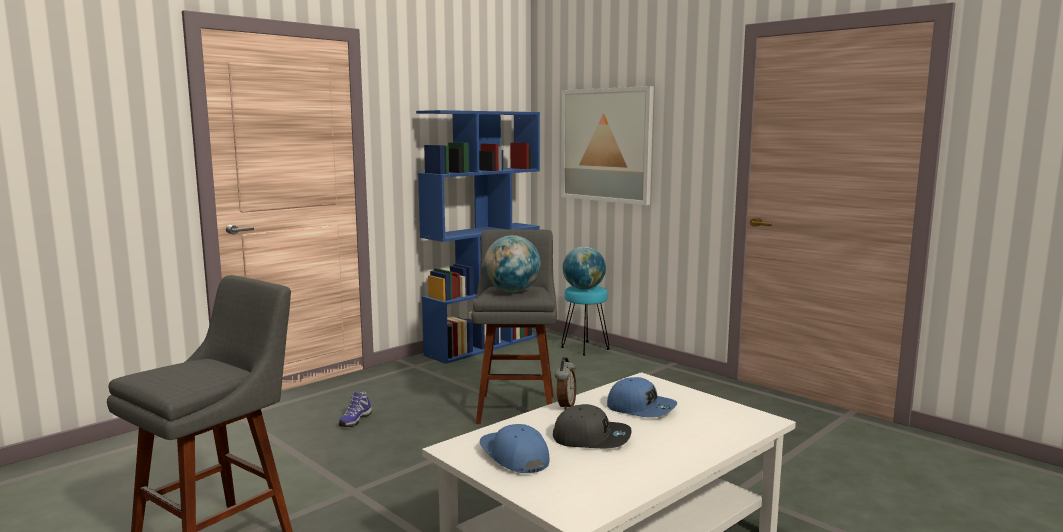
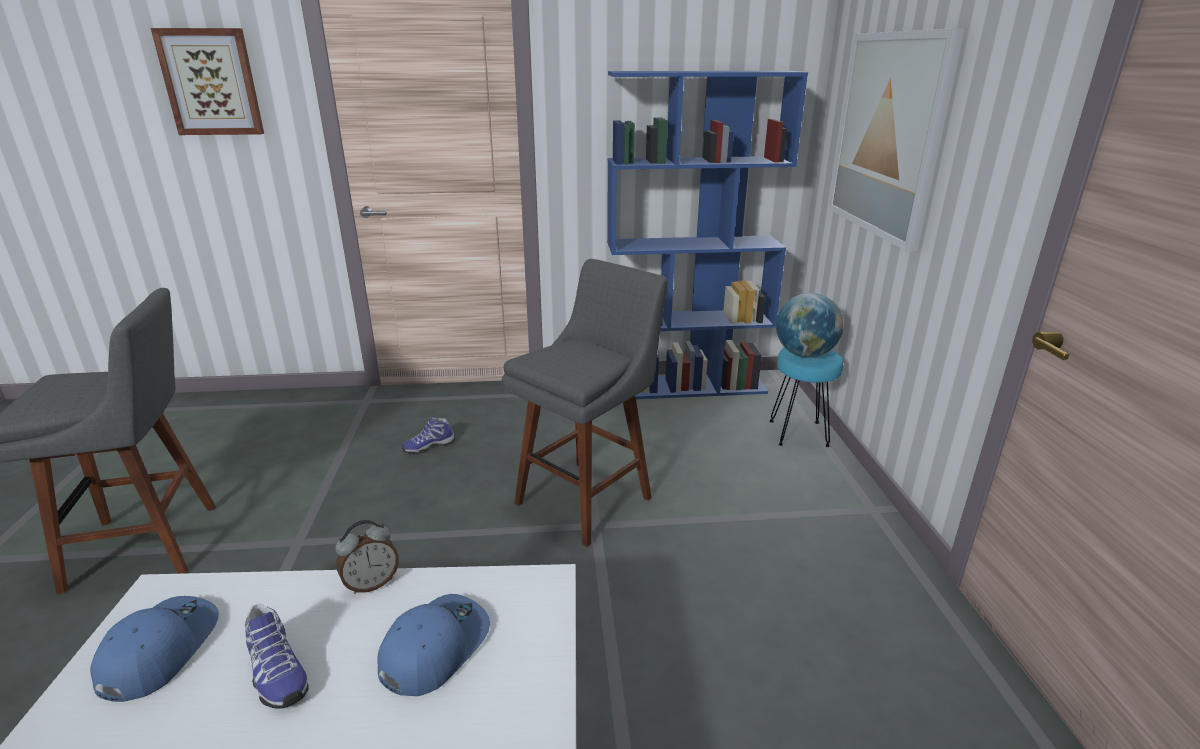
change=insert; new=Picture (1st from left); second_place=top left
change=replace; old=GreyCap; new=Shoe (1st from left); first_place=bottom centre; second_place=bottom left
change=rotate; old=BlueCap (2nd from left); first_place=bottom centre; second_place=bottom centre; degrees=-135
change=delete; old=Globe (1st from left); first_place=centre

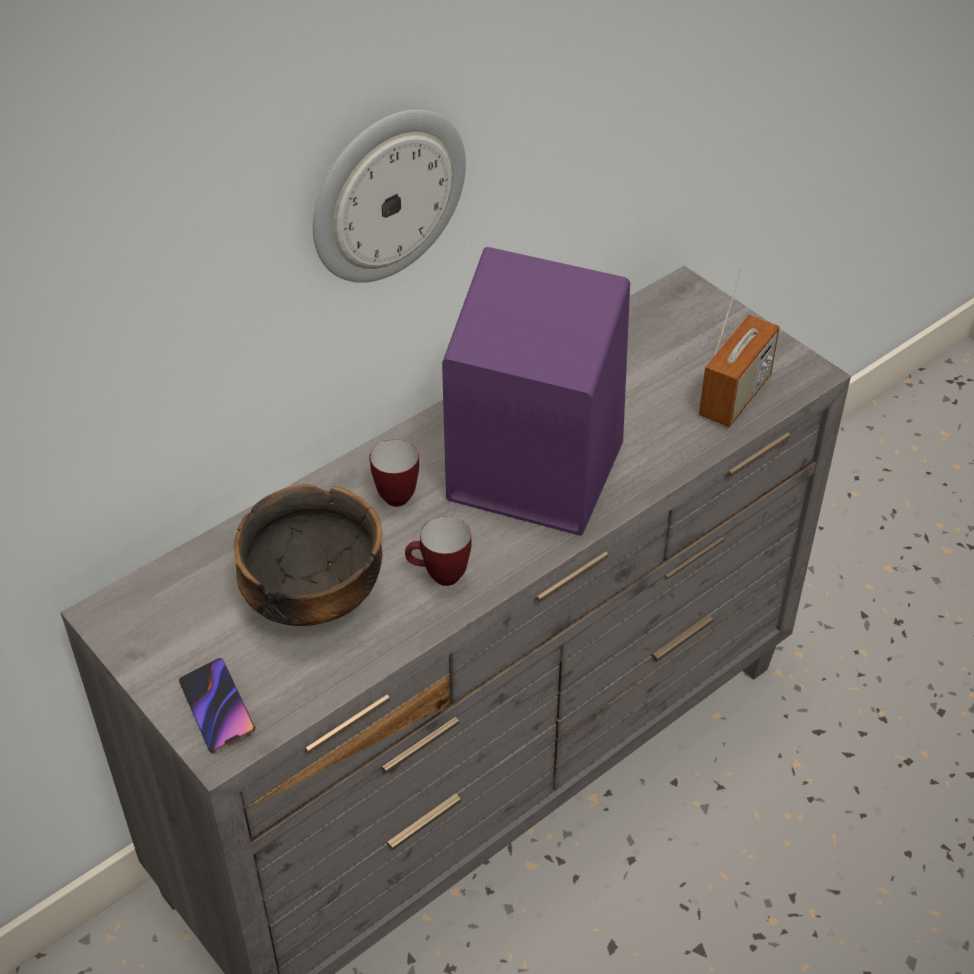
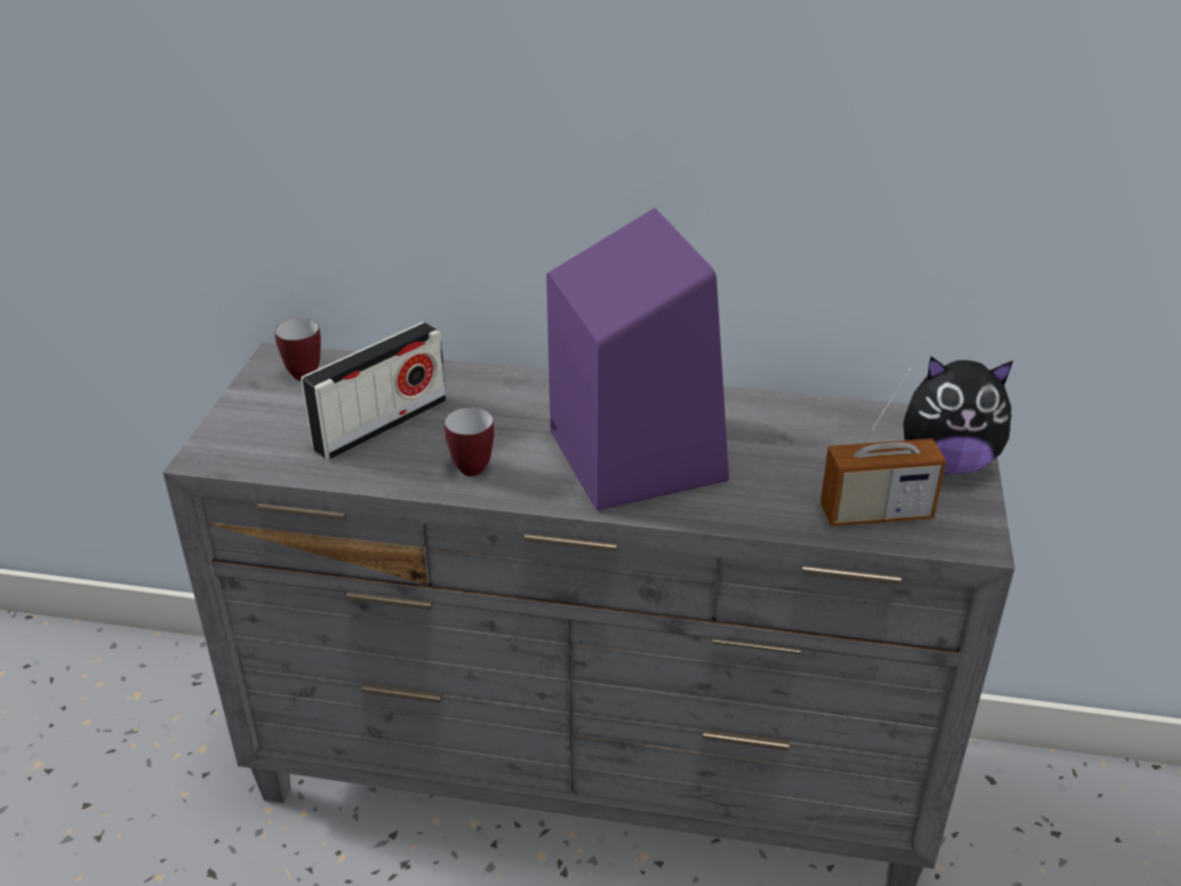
change=move; old=Mug (1st from left); first_place=centre; second_place=middle left
change=replace; old=Bowl; new=Radio (1st from left); first_place=middle left; second_place=middle left
change=insert; new=PlushToy; second_place=middle right
change=delete; old=Phone; first_place=bottom left
change=delete; old=WallClock; first_place=top centre

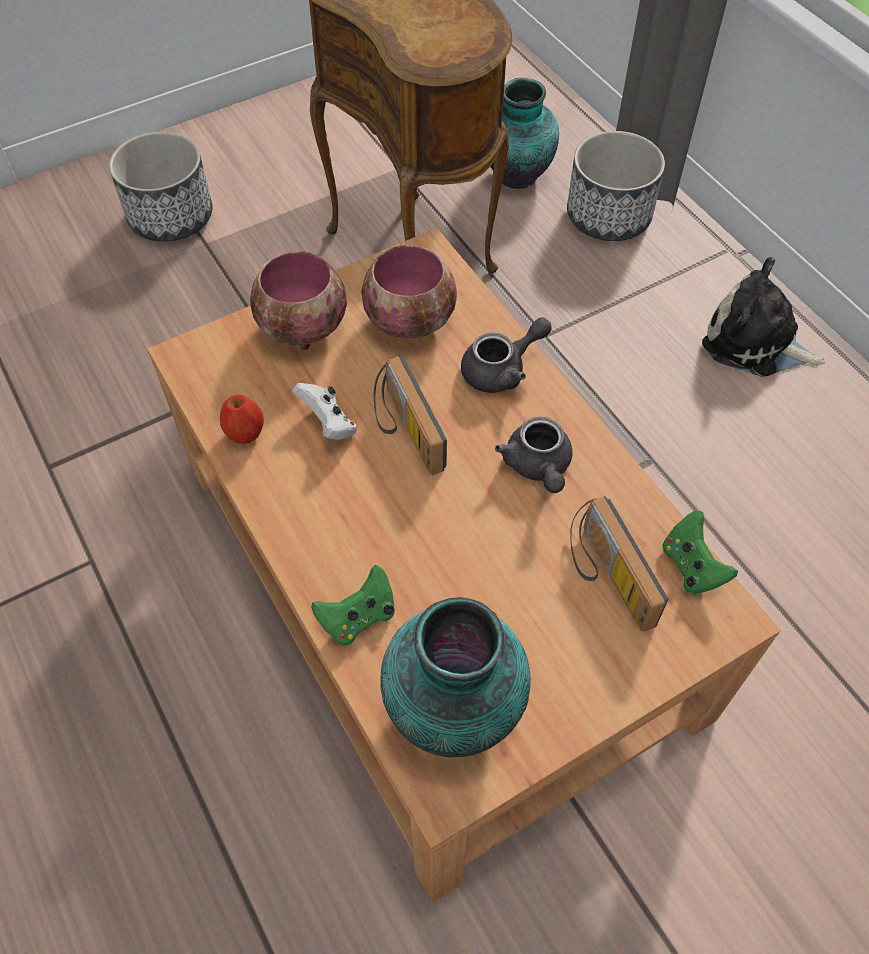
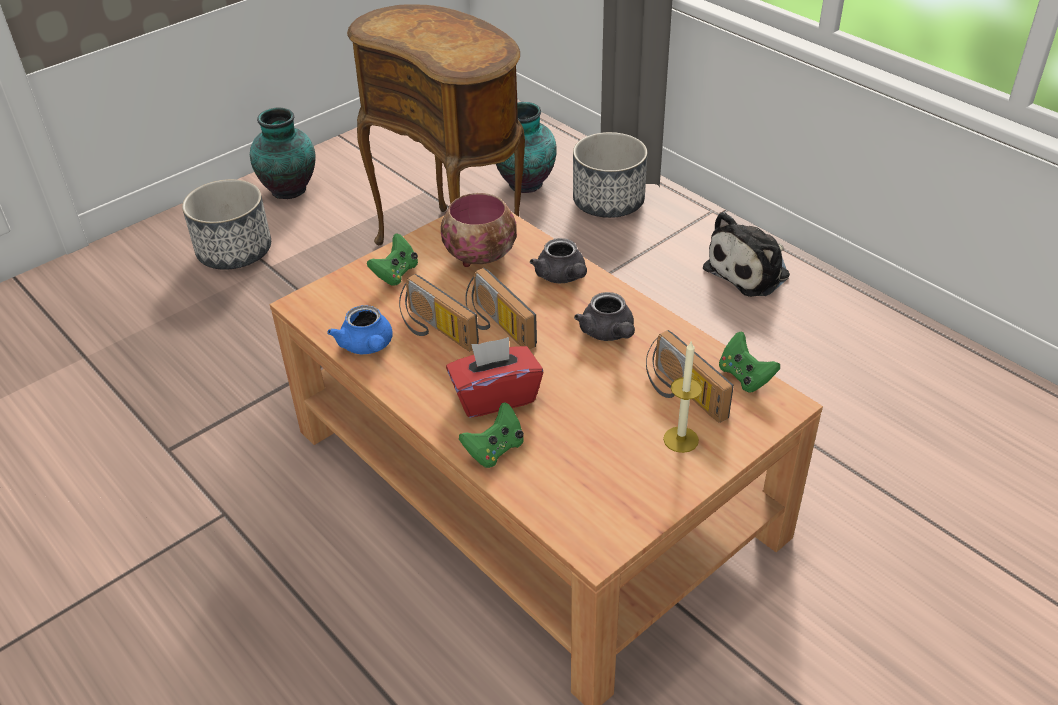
change=move; old=Vase (1st from left); first_place=bottom centre; second_place=top left
change=replace; old=Apple; new=BlueTeapot; first_place=middle left; second_place=centre
change=replace; old=Bowl (1st from left); new=GreenGameController (1st from left); first_place=top centre; second_place=centre
change=replace; old=WhiteGameController; new=Radio (1st from left); first_place=centre; second_place=centre
change=insert; new=RedTissueBox; second_place=centre
change=rotate; old=GreyTeapot (1st from left); first_place=centre; second_place=centre; degrees=105
change=insert; new=Candle; second_place=centre
change=rotate; old=PlushToy; first_place=top right; second_place=middle right; degrees=-60

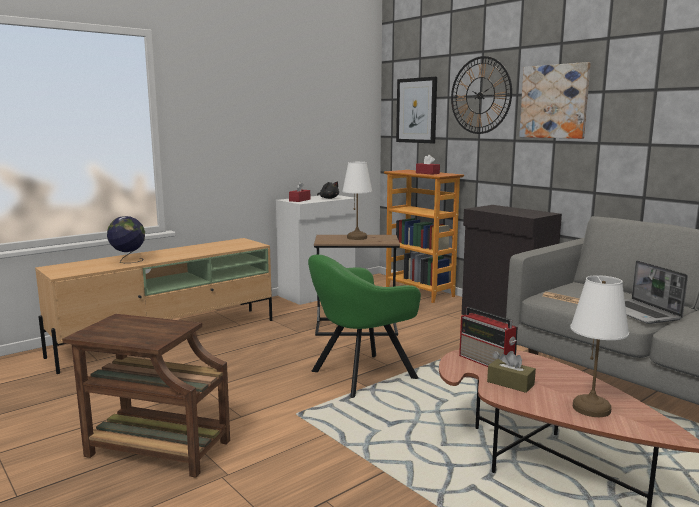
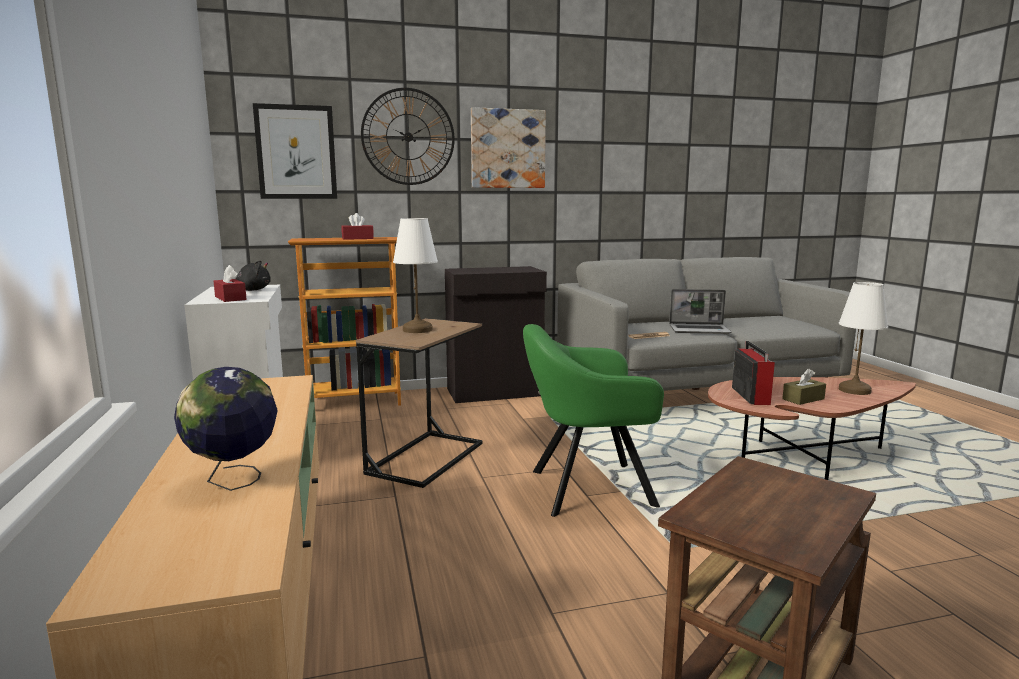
change=rotate; old=GreenArmchair; first_place=centre; second_place=centre; degrees=90
change=rotate; old=Radio; first_place=middle right; second_place=middle right; degrees=-75

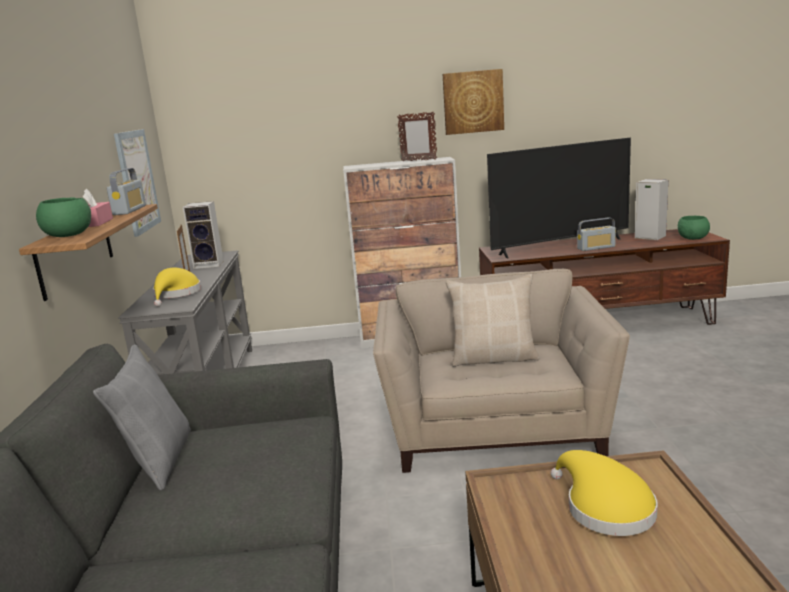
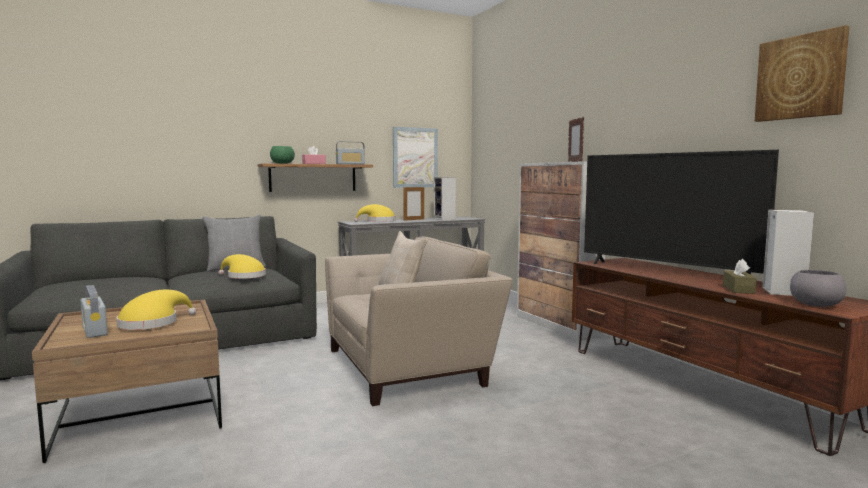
change=move; old=Radio (2nd from left in the first image); new=Radio (1st from left); first_place=middle right; second_place=middle left
change=insert; new=YellowHat (2nd from left); second_place=middle left
change=insert; new=BrownTissueBox; second_place=middle right
change=move; old=Picture (2nd from left); first_place=top centre; second_place=top right
change=recolor; old=GreenBowl (2nd from left); new=GreyBowl; first_place=middle right; second_place=middle right

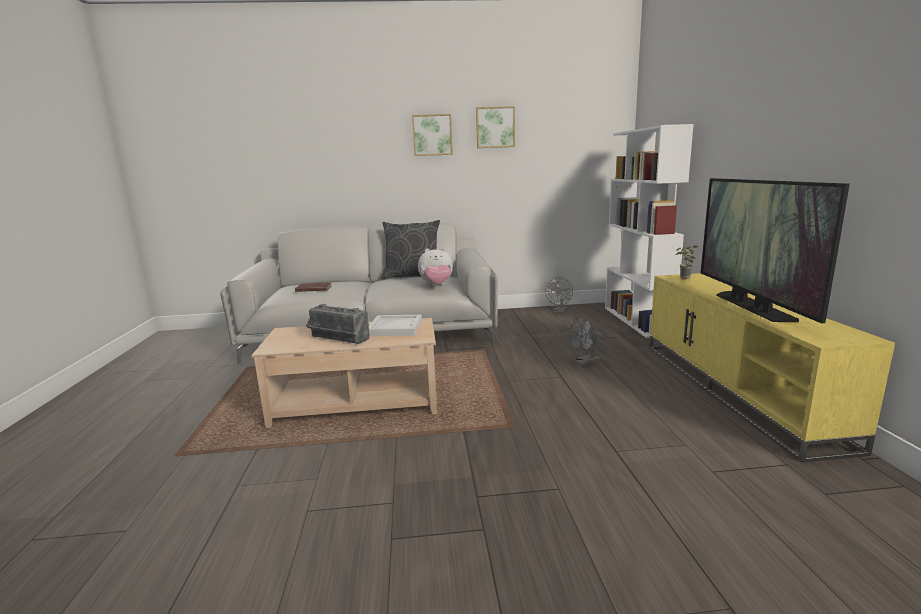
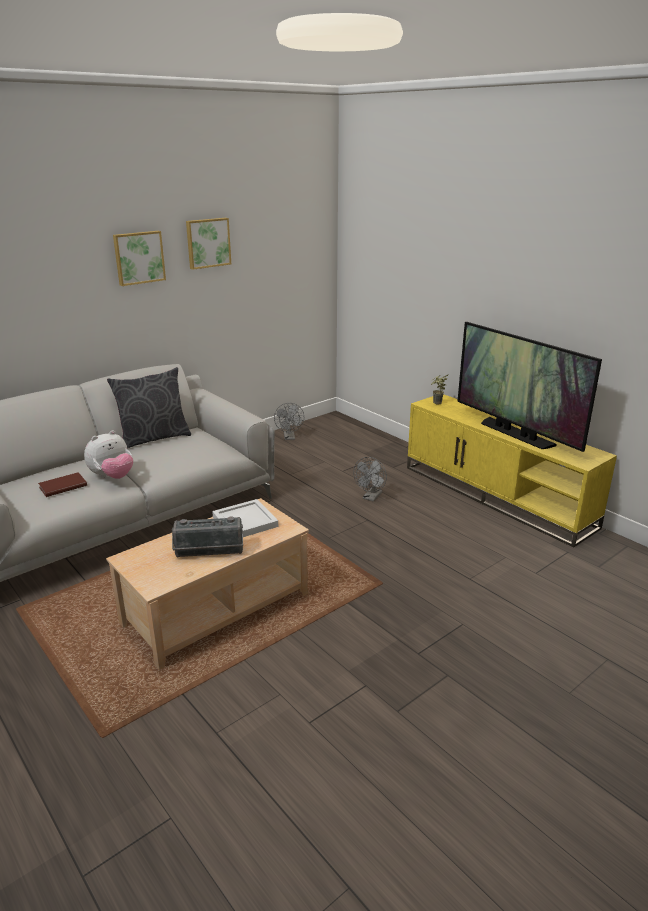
change=move; old=PlushToy; first_place=centre; second_place=middle left
change=delete; old=WhiteBookcase; first_place=middle right

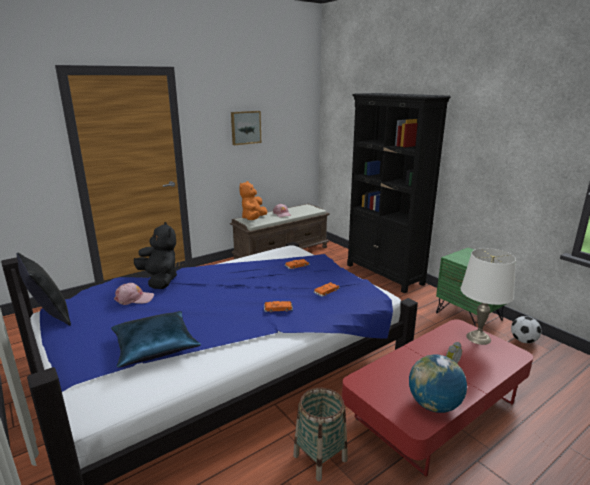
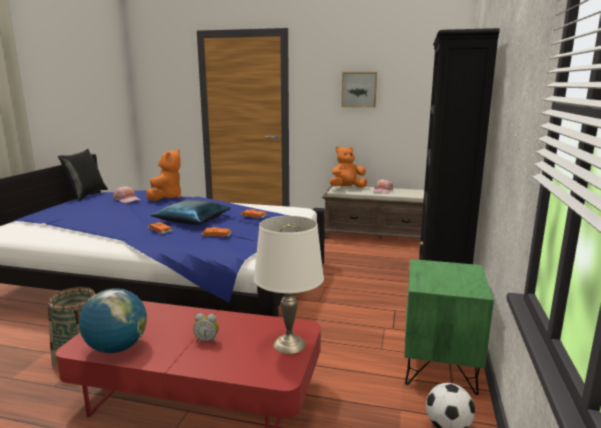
change=recolor; old=BlackPlushToy; new=OrangePlushToy (1st from left); first_place=middle left; second_place=middle left
change=move; old=BluePillow; first_place=bottom left; second_place=middle left

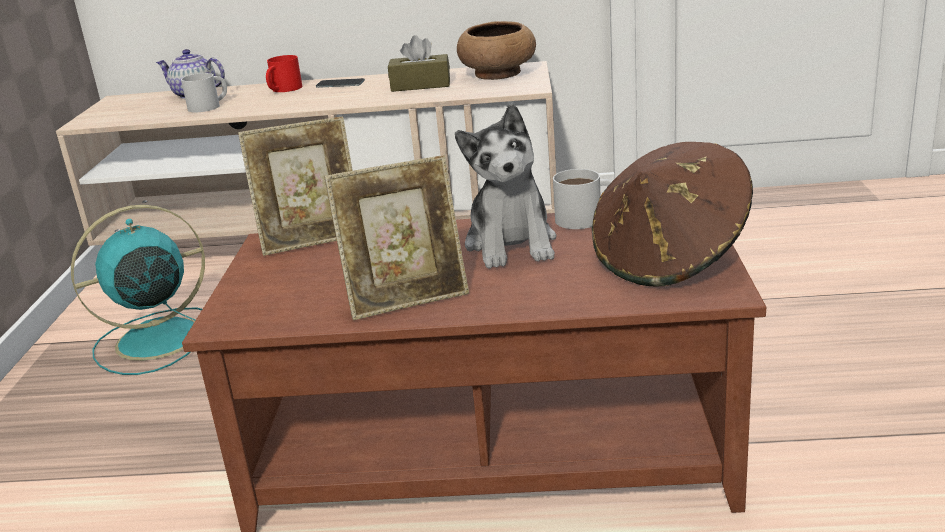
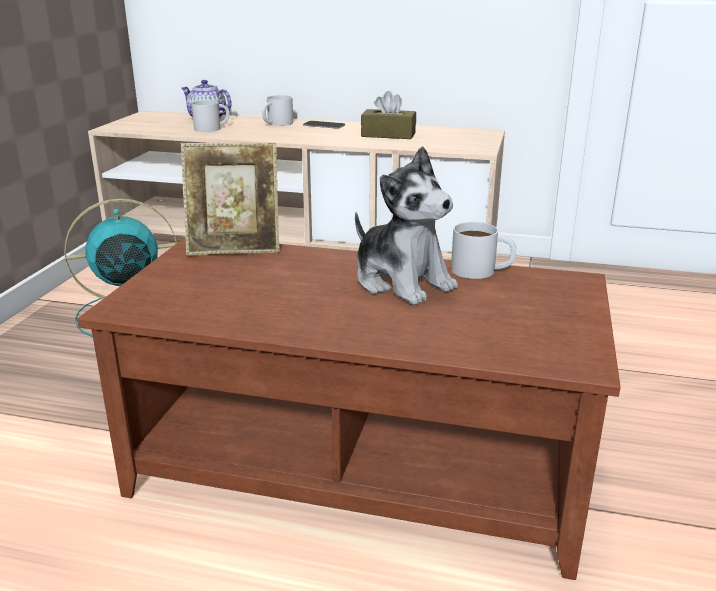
change=recolor; old=RedMug; new=WhiteMug (2nd from left); first_place=top left; second_place=top centre
change=rotate; old=PlushToy; first_place=centre; second_place=centre; degrees=-45
change=delete; old=PictureFrame (2nd from left); first_place=centre
change=delete; old=BrownBowl; first_place=top centre
change=delete; old=BrownHat; first_place=middle right

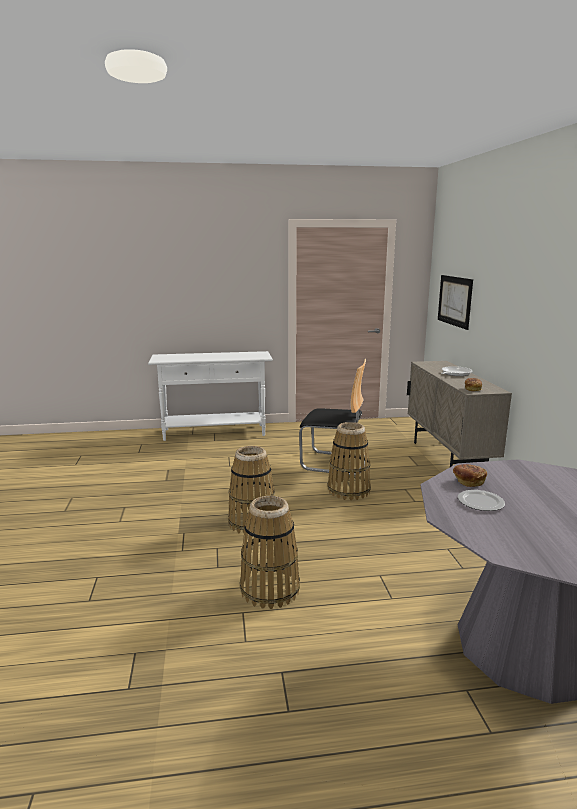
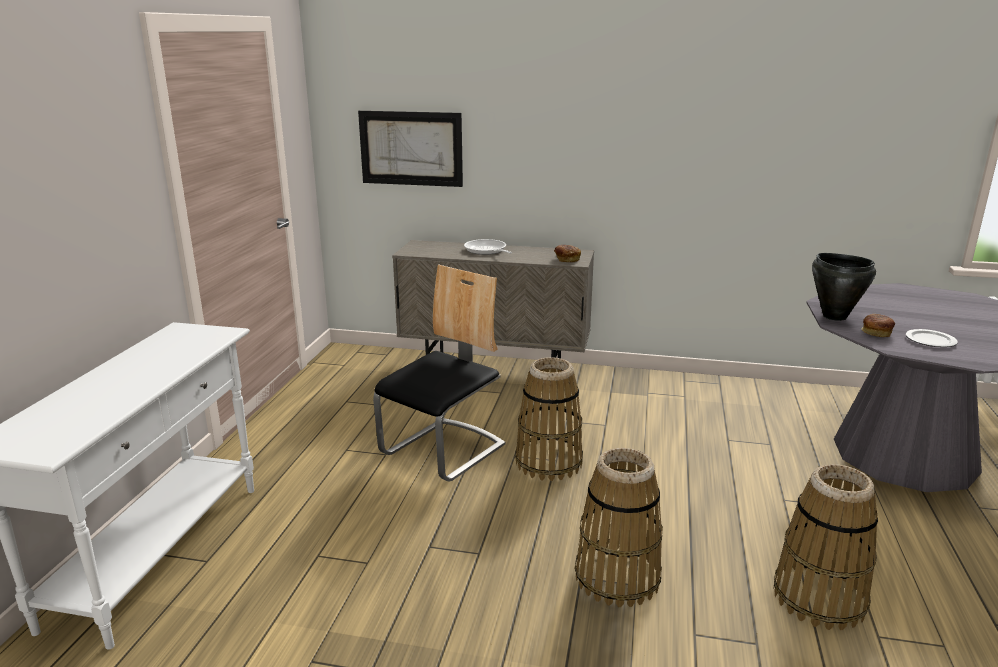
change=insert; new=BlackCookingPot; second_place=middle right

